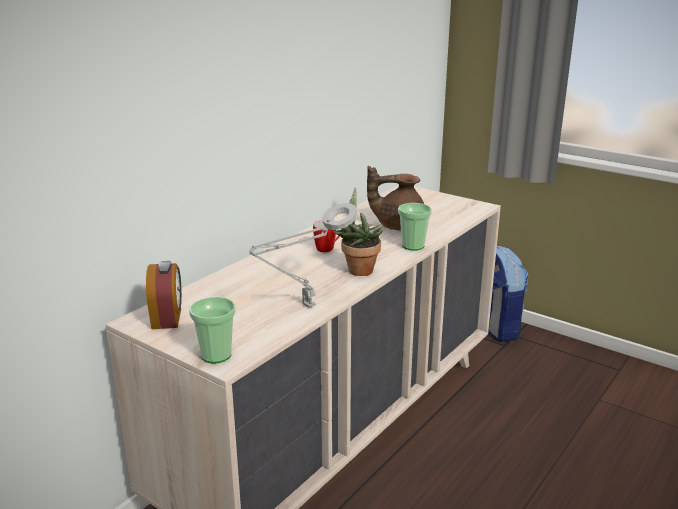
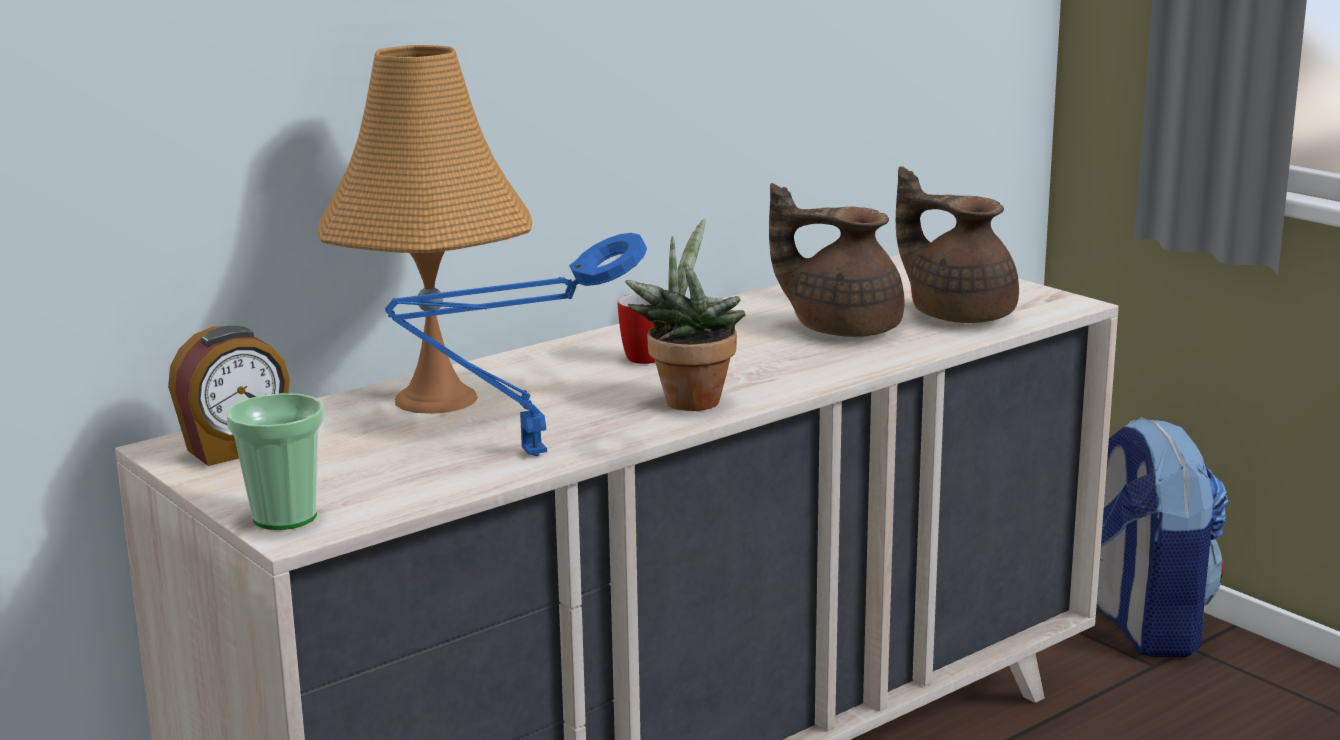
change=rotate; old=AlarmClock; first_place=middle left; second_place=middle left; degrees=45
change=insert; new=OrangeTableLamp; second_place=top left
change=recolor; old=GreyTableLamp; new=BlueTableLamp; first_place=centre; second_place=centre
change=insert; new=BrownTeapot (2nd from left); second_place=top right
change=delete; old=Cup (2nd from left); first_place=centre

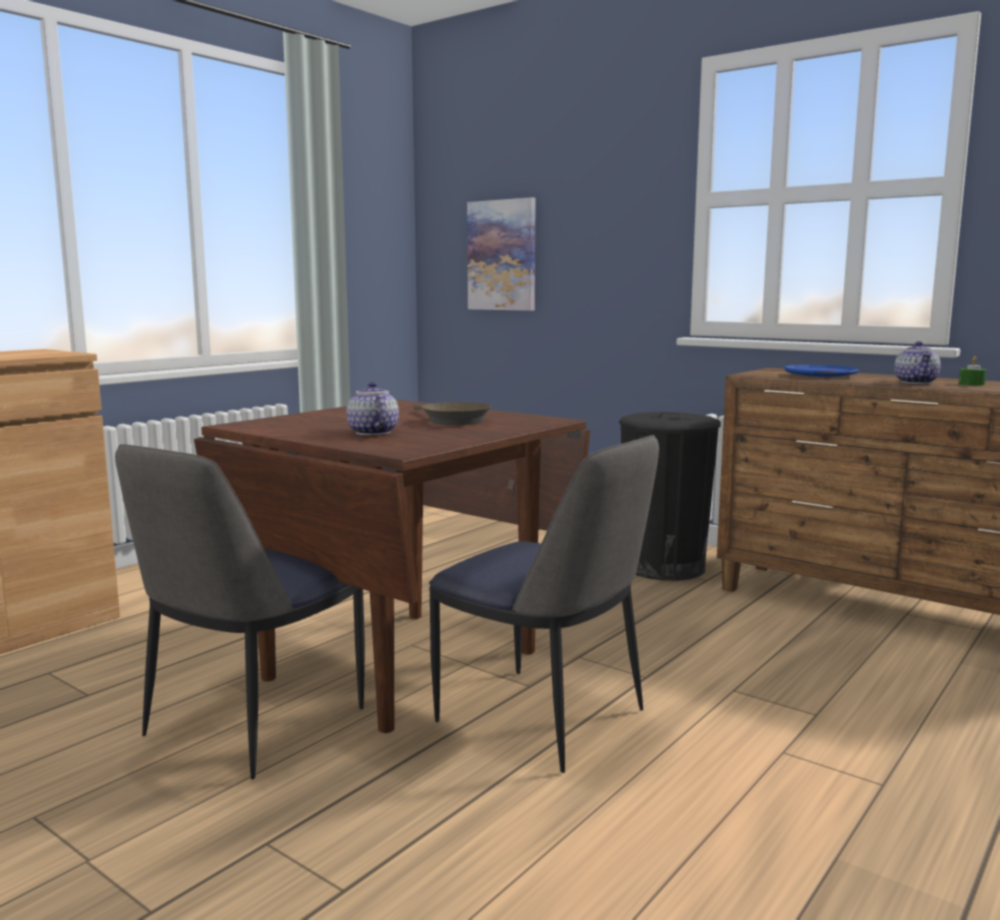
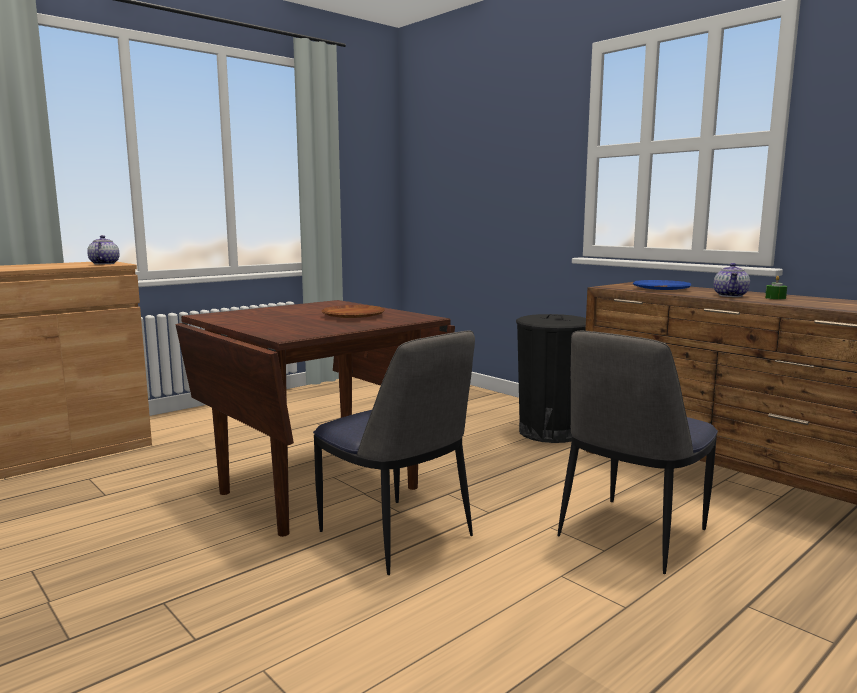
change=move; old=Teapot (1st from left); first_place=centre; second_place=middle left
change=replace; old=BrownFryingPan; new=BrownPlate; first_place=centre; second_place=centre
change=move; old=Chair (1st from left in the first image); new=Chair (2nd from left); first_place=middle left; second_place=middle right
change=delete; old=Picture; first_place=top centre

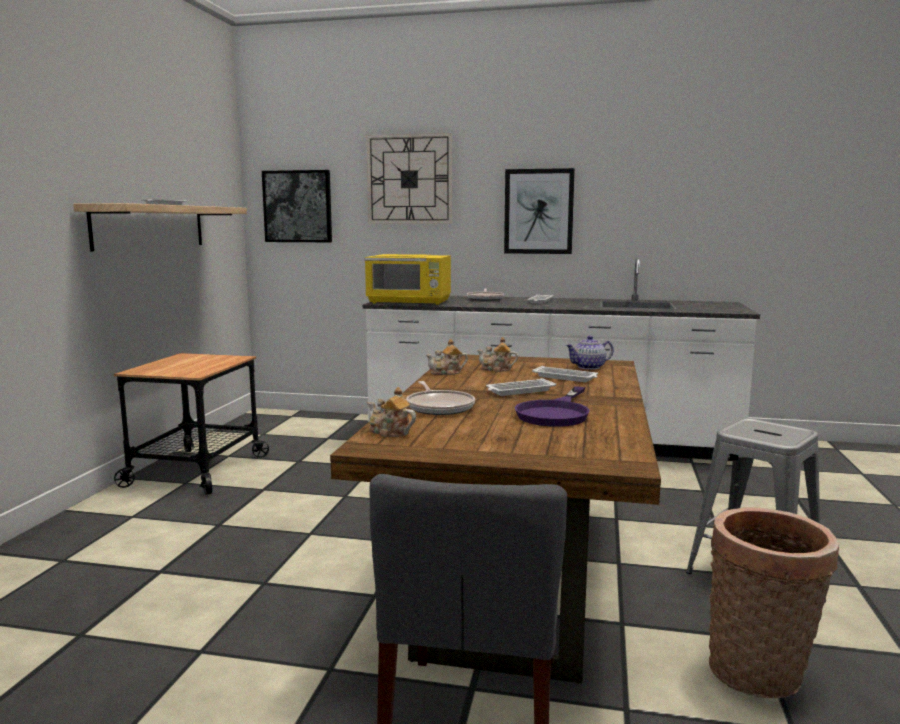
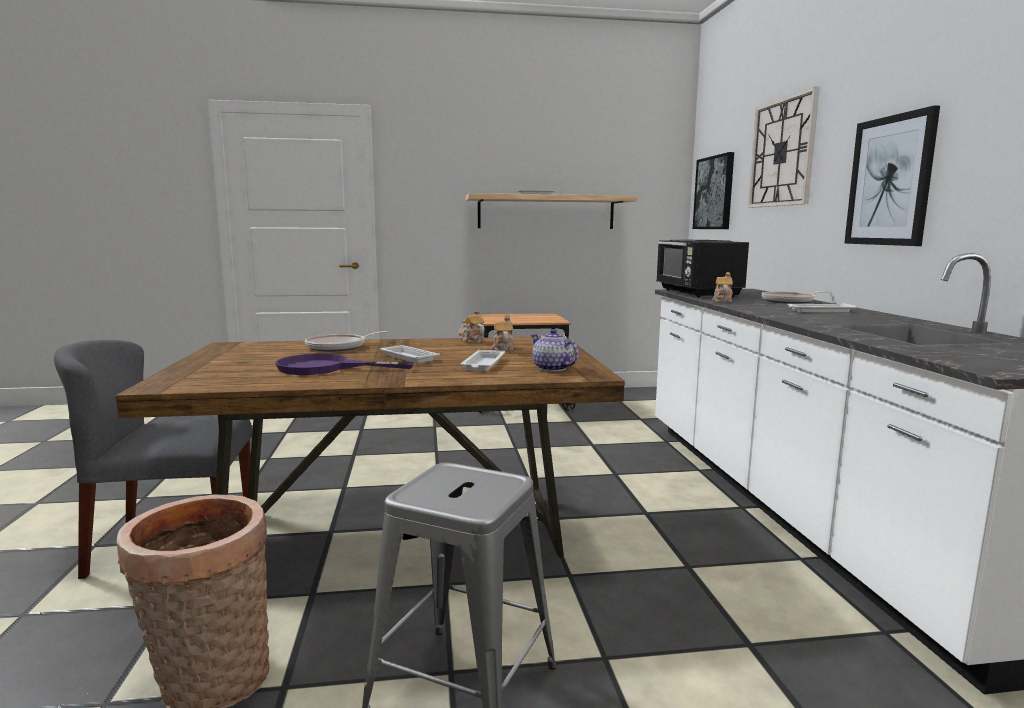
change=recolor; old=YellowMicrowave; new=BlackMicrowave; first_place=centre; second_place=middle right
change=move; old=Teapot (1st from left in the first image); new=Teapot (4th from left); first_place=centre; second_place=middle right

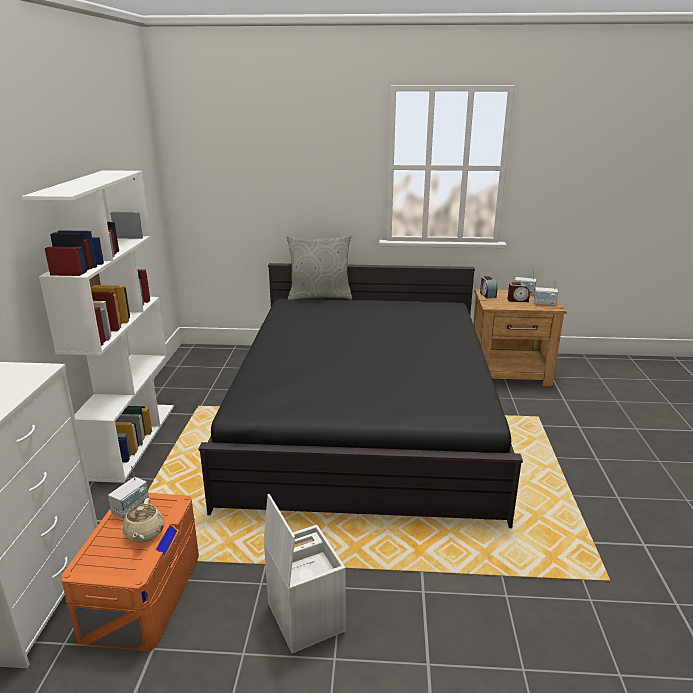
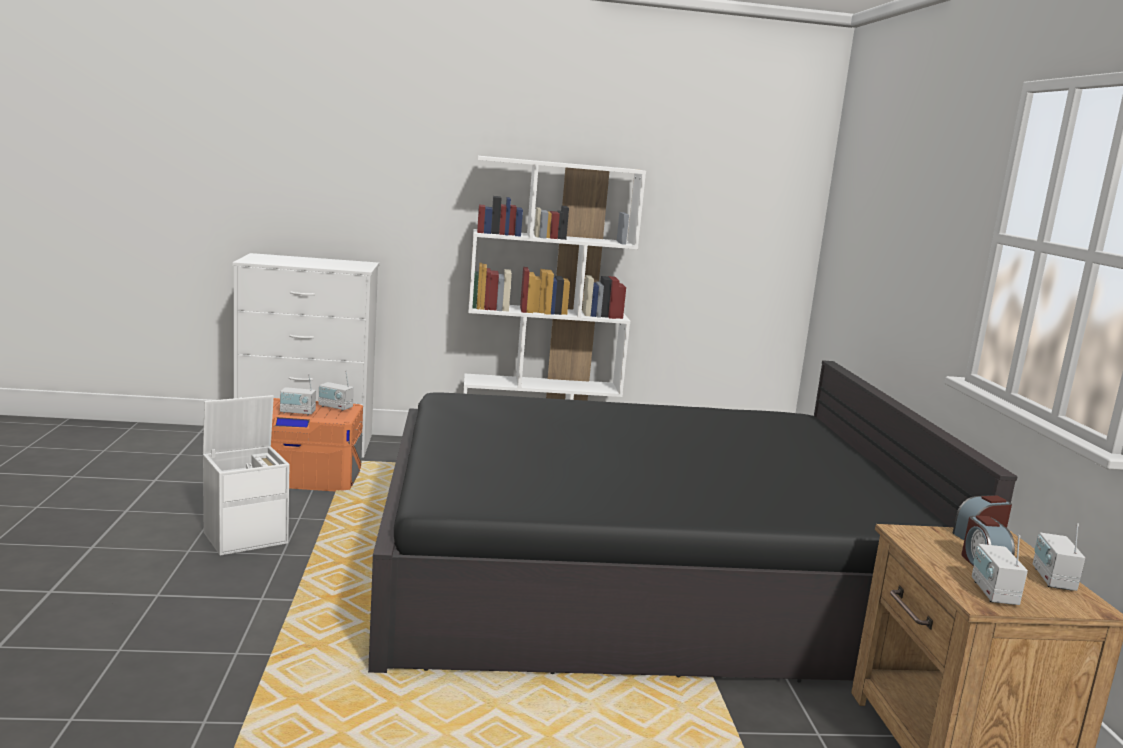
change=replace; old=BeigeTeapot; new=Radio (1st from left); first_place=bottom left; second_place=middle left
change=delete; old=GreyPillow; first_place=centre

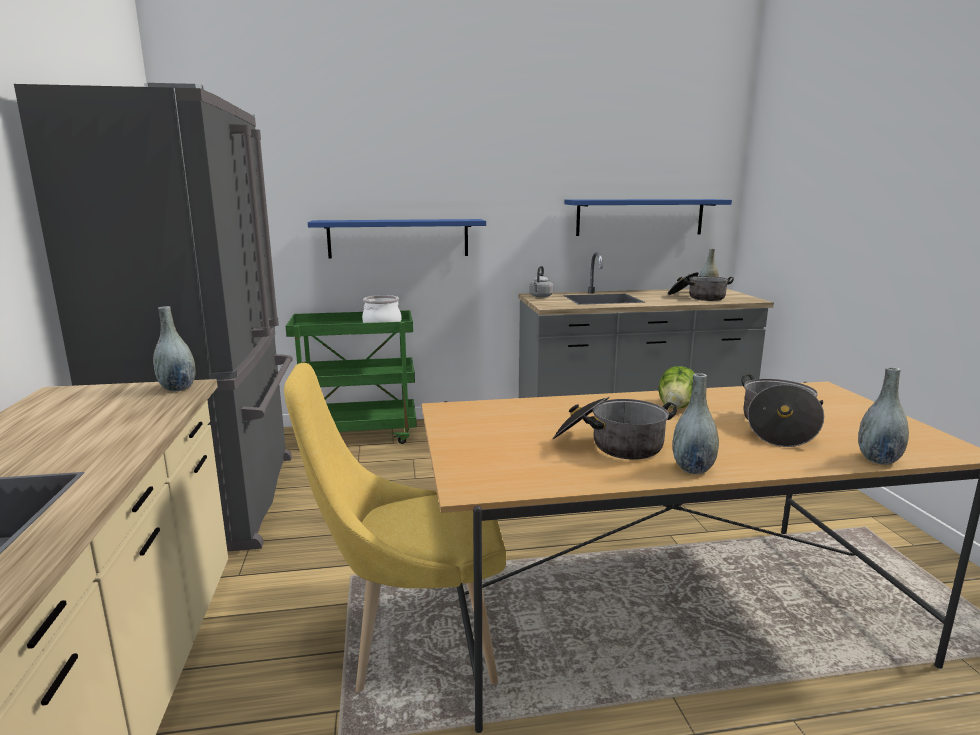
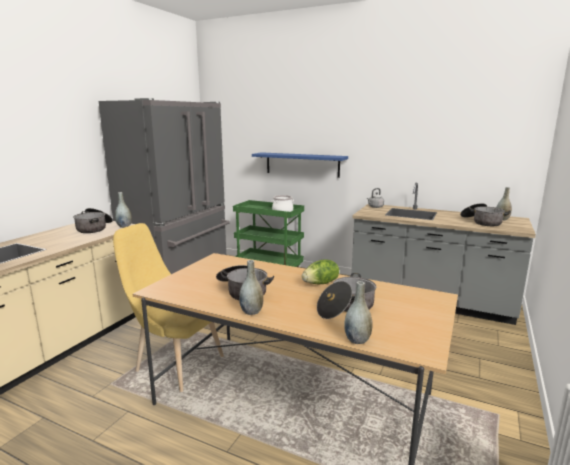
change=insert; new=CookingPot (1st from left); second_place=middle left
change=delete; old=BlueShelf (2nd from left); first_place=top centre

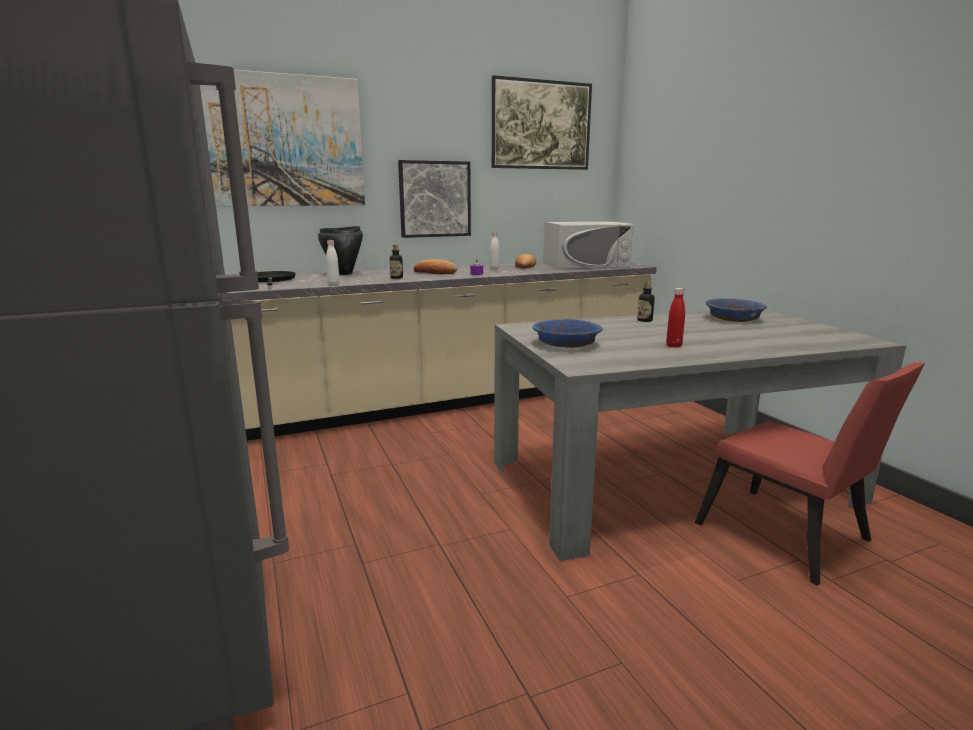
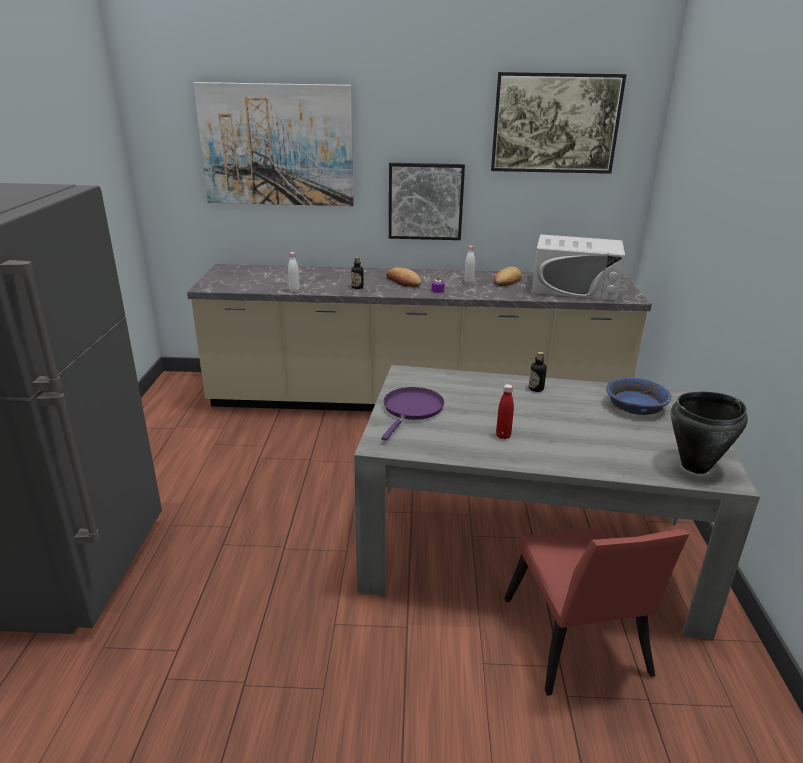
change=replace; old=BlueBowl (1st from left); new=PurpleFryingPan; first_place=centre; second_place=centre
change=move; old=BlackCookingPot; first_place=centre; second_place=middle right
change=delete; old=BlackFryingPan; first_place=middle left

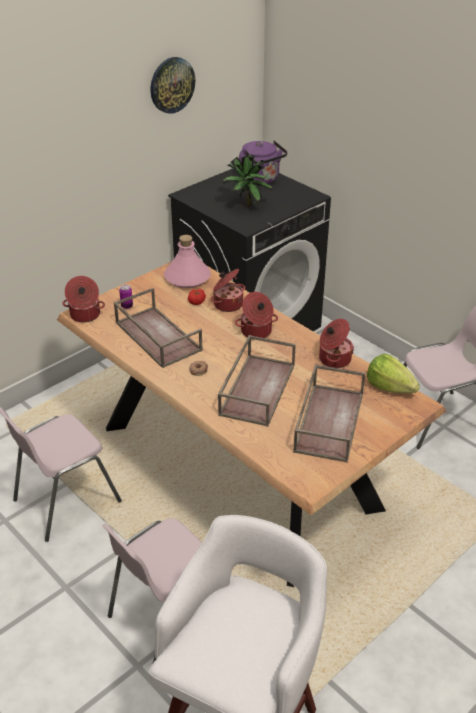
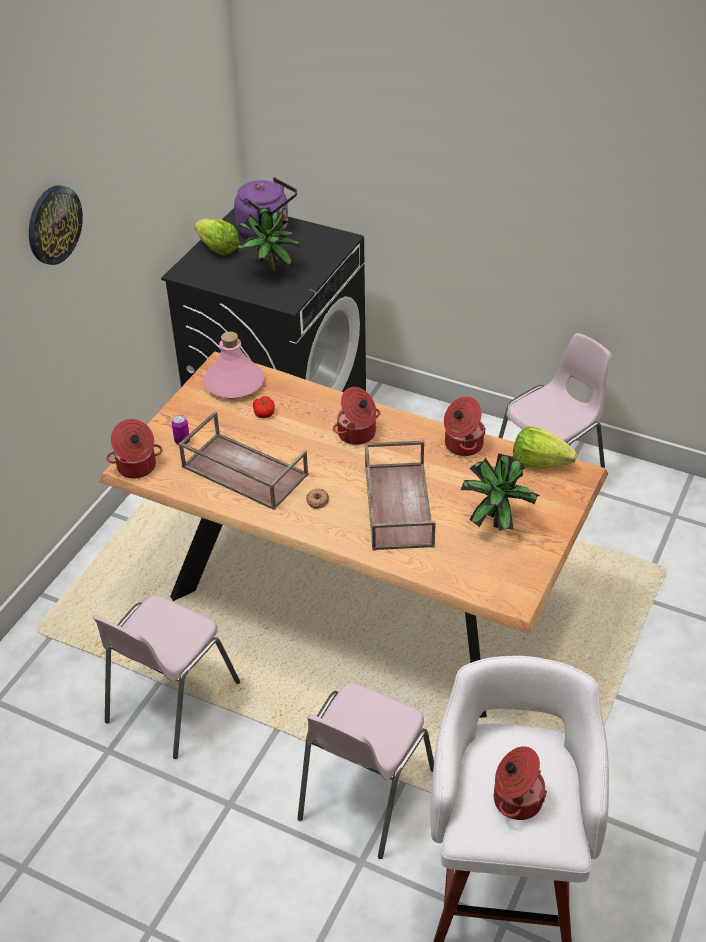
change=move; old=WallClock; first_place=top centre; second_place=top left
change=insert; new=Lettuce (1st from left); second_place=top left
change=replace; old=BrownTray (3rd from left); new=PottedPlant (2nd from left); first_place=middle right; second_place=middle right
change=move; old=CookingPot (2nd from left in the first image); new=CookingPot (4th from left); first_place=centre; second_place=bottom right

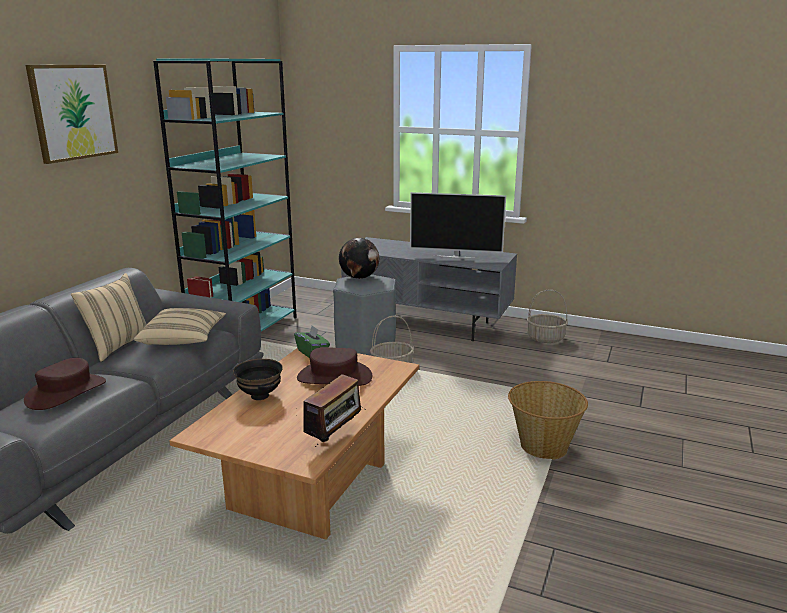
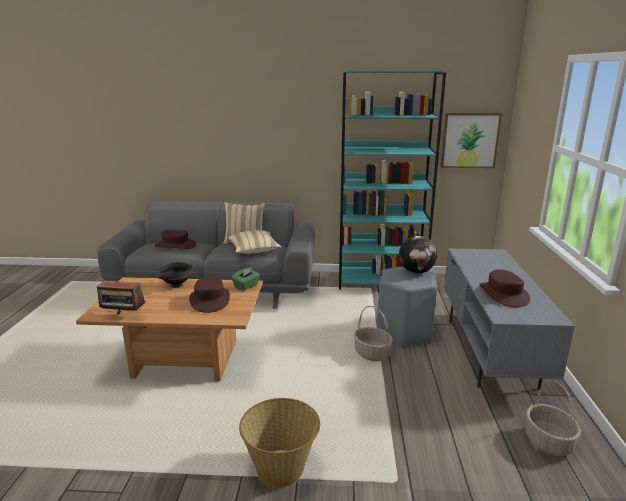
change=move; old=Picture; first_place=top left; second_place=top right
change=replace; old=Television; new=BrownHat (3rd from left); first_place=centre; second_place=middle right

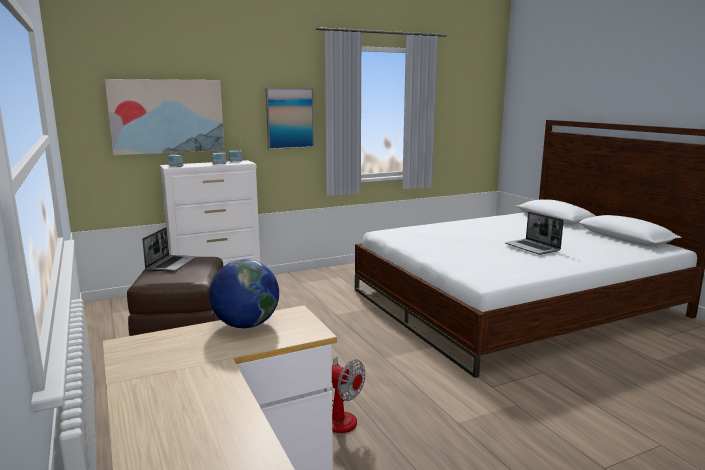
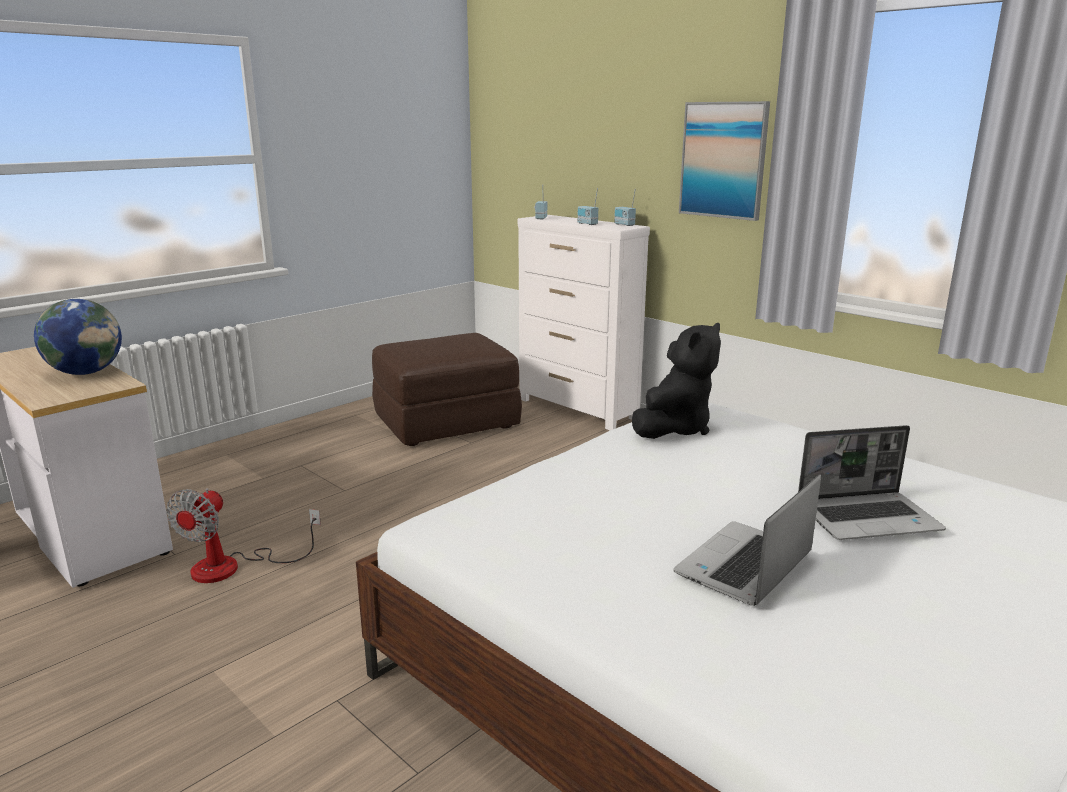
change=insert; new=BlackPlushToy; second_place=centre
change=move; old=Laptop (1st from left in the first image); new=Laptop (2nd from left); first_place=middle left; second_place=middle right
change=delete; old=Picture (1st from left); first_place=top left

